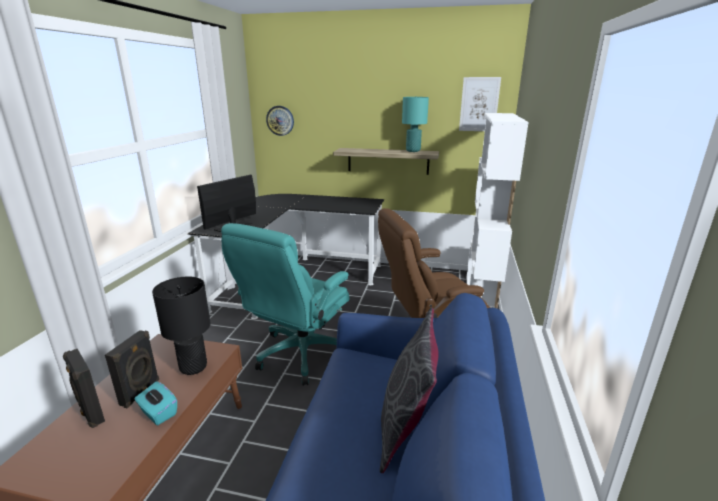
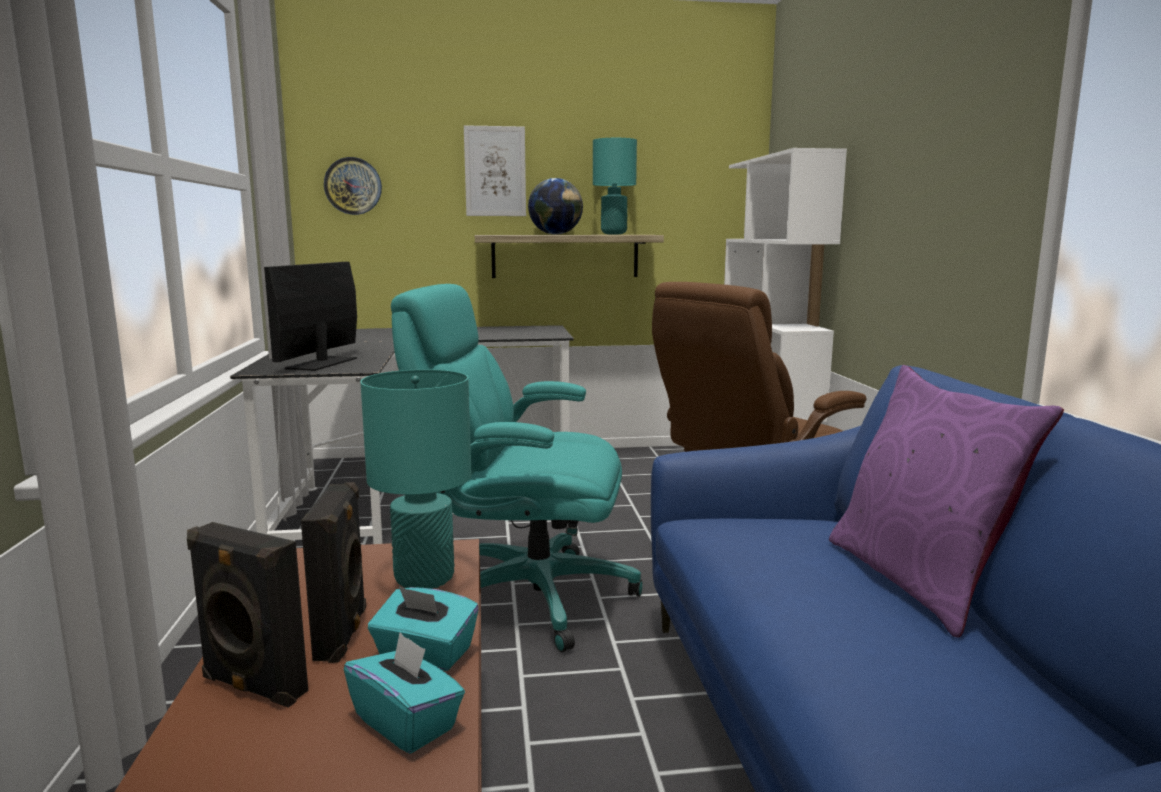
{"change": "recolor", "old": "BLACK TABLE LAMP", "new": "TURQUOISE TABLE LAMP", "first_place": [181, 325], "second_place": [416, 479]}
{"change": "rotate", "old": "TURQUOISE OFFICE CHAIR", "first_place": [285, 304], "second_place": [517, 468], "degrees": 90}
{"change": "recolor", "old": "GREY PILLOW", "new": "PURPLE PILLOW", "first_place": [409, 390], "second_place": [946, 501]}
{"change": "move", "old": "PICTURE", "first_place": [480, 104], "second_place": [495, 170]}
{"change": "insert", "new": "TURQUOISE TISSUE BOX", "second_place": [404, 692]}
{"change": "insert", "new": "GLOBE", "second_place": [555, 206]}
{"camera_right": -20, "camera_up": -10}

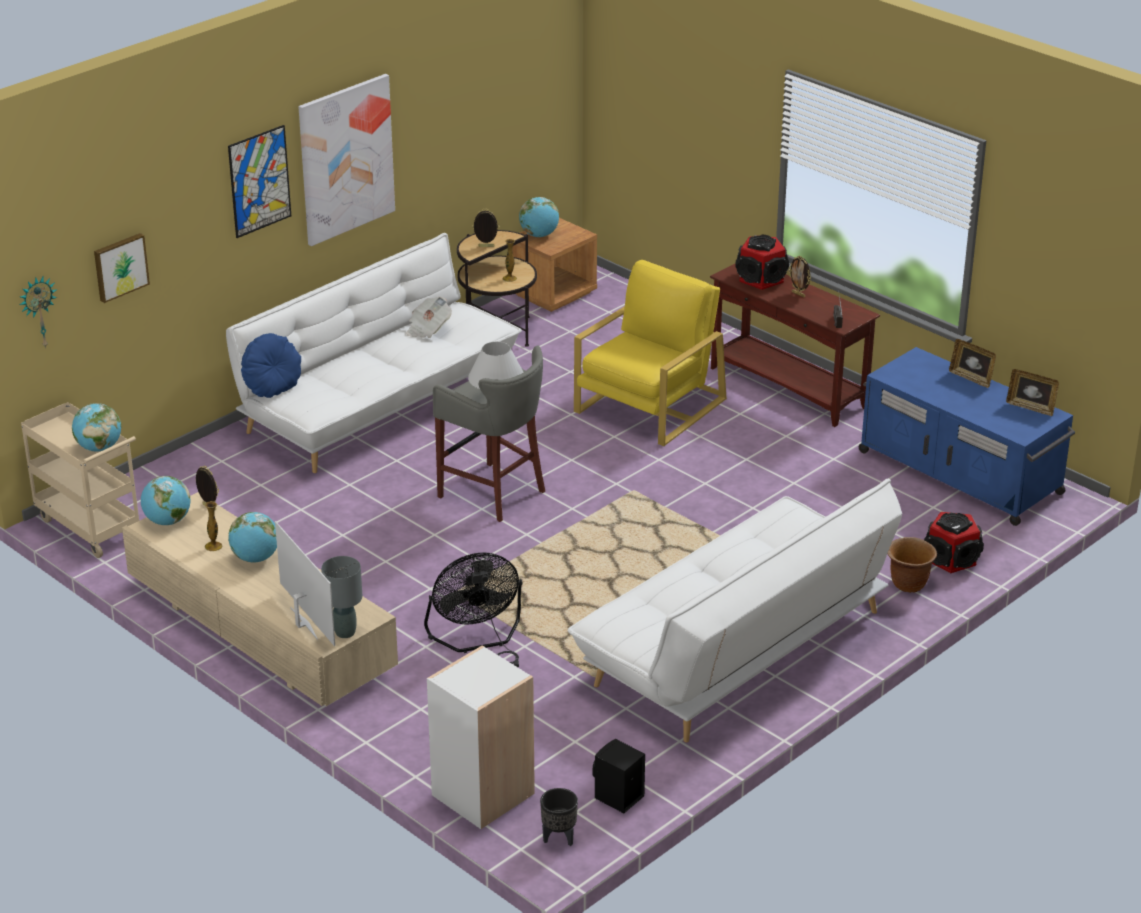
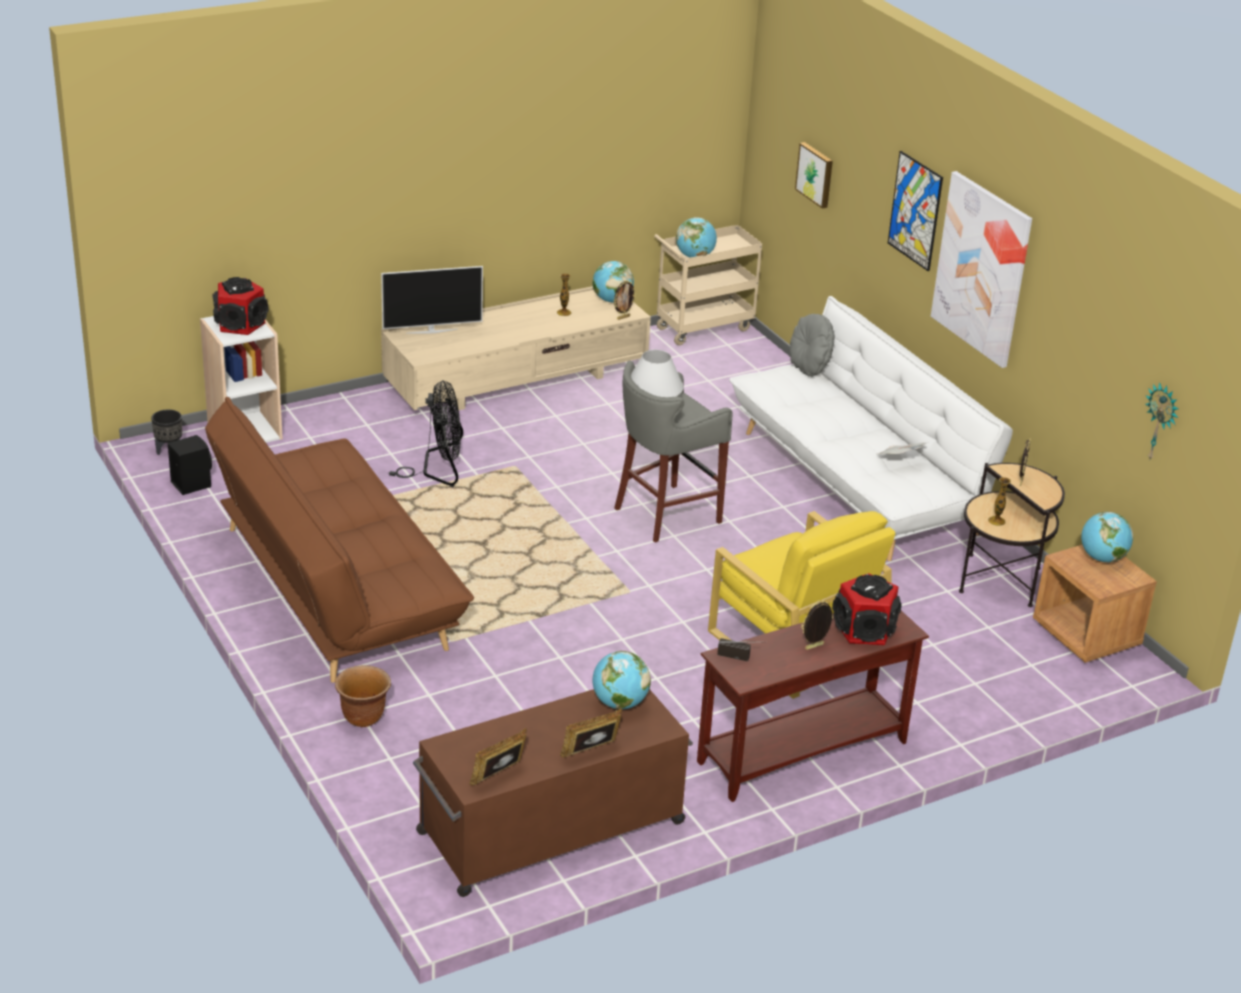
{"change": "move", "old": "WALL CLOCK", "first_place": [38, 312], "second_place": [1162, 421]}
{"change": "move", "old": "GLOBE", "first_place": [252, 537], "second_place": [622, 680]}
{"change": "recolor", "old": "BLUE PILLOW", "new": "GREY PILLOW", "first_place": [271, 365], "second_place": [812, 345]}
{"change": "delete", "old": "GREY TABLE LAMP", "first_place": [341, 597]}
{"change": "recolor", "old": "WHITE SOFA", "new": "BROWN SOFA", "first_place": [735, 610], "second_place": [339, 540]}
{"change": "recolor", "old": "BLUE CABINET", "new": "BROWN CABINET", "first_place": [967, 436], "second_place": [553, 793]}
{"change": "move", "old": "SPEAKER", "first_place": [954, 542], "second_place": [241, 306]}
{"camera_right": 105, "camera_up": 0}

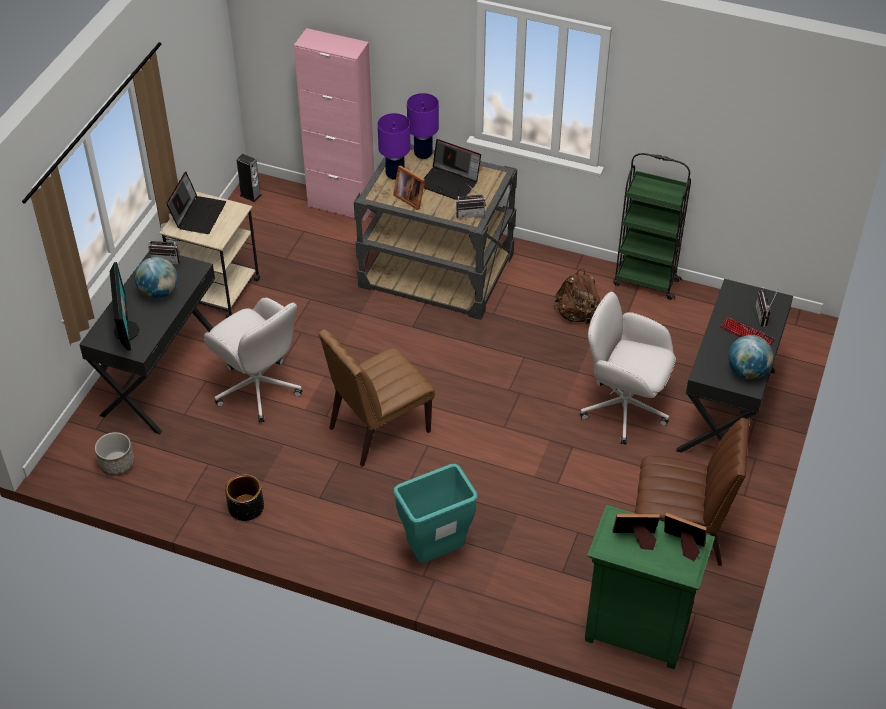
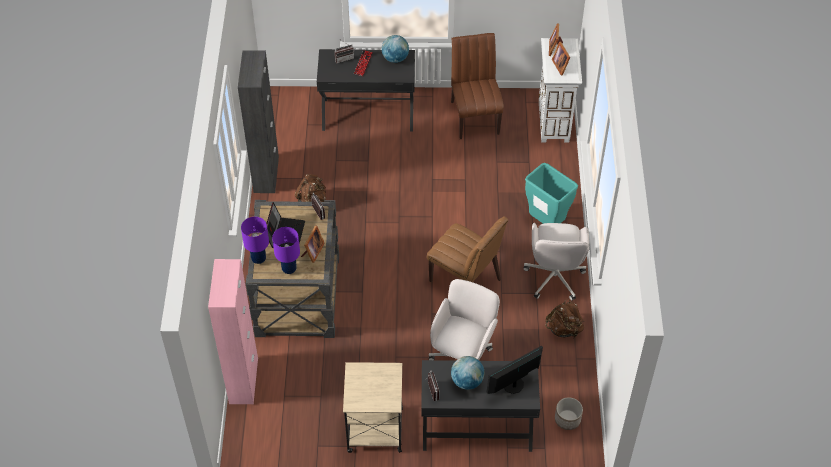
{"change": "delete", "old": "LAPTOP", "first_place": [196, 203]}
{"change": "replace", "old": "BLACK PLANTER", "new": "BROWN BACKPACK", "first_place": [244, 497], "second_place": [564, 318]}
{"change": "delete", "old": "SPEAKER", "first_place": [249, 178]}
{"change": "move", "old": "WHITE OFFICE CHAIR", "first_place": [628, 368], "second_place": [556, 261]}
{"change": "recolor", "old": "GREEN CABINET", "new": "WHITE CABINET", "first_place": [650, 587], "second_place": [560, 90]}
{"change": "replace", "old": "GREEN CART", "new": "BLACK CABINET", "first_place": [652, 226], "second_place": [258, 121]}
{"camera_right": -110, "camera_up": 5}

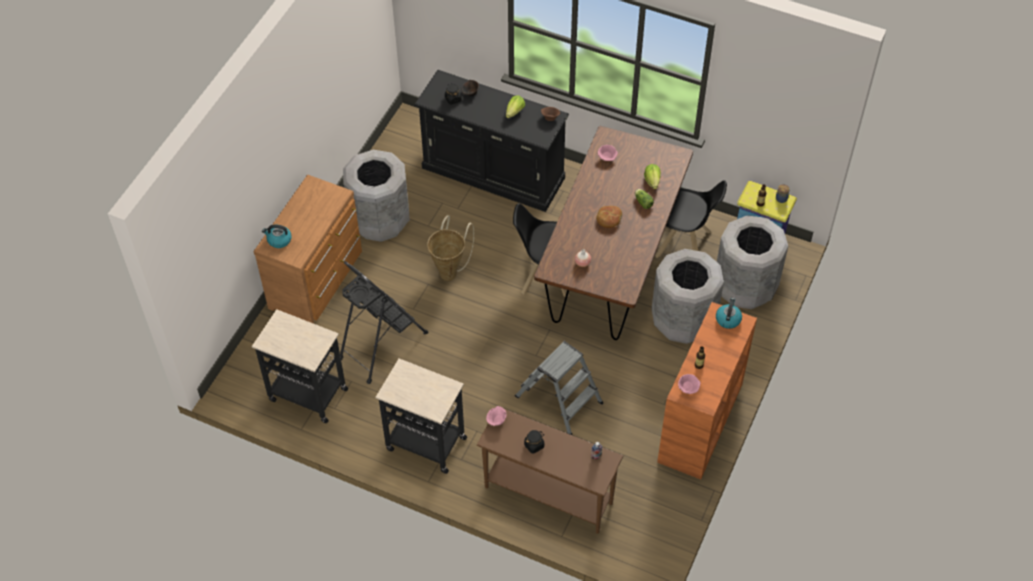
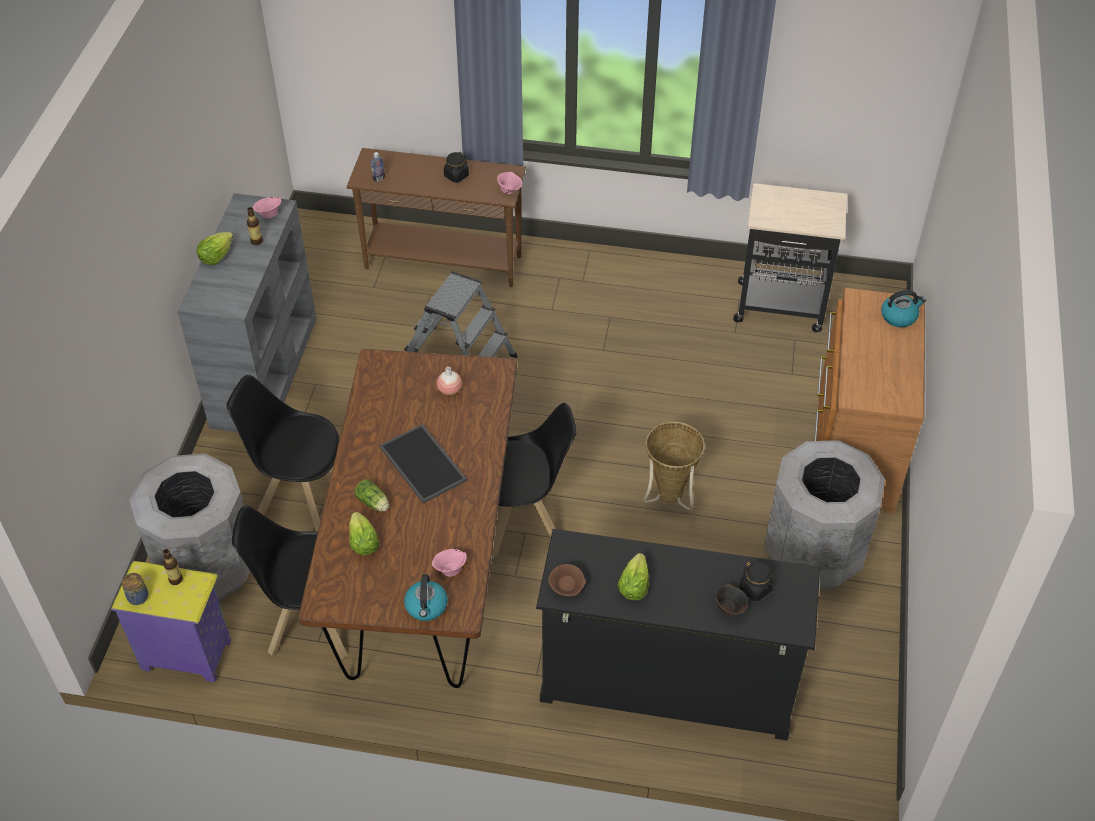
{"change": "delete", "old": "STEP LADDER", "first_place": [384, 322]}
{"change": "delete", "old": "CART", "first_place": [421, 416]}
{"change": "replace", "old": "BREAD", "new": "TRAY", "first_place": [609, 217], "second_place": [423, 463]}
{"change": "replace", "old": "GREY TRASH CAN", "new": "BLACK CHAIR", "first_place": [688, 296], "second_place": [283, 453]}
{"change": "recolor", "old": "ORANGE BOOKCASE", "new": "GREY BOOKCASE", "first_place": [707, 390], "second_place": [246, 313]}
{"change": "move", "old": "KETTLE", "first_place": [729, 313], "second_place": [426, 597]}
{"change": "insert", "new": "LETTUCE", "second_place": [214, 248]}
{"camera_right": 165, "camera_up": -5}

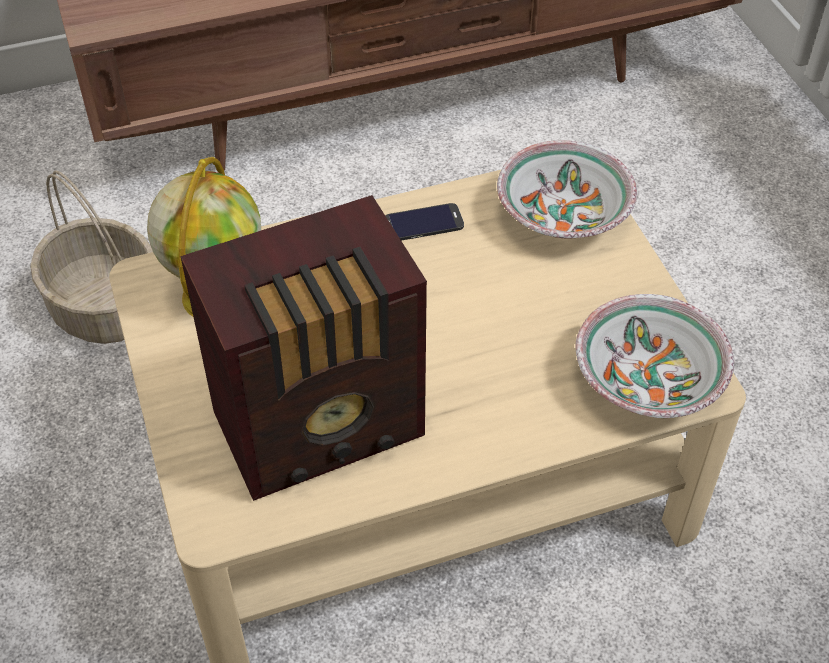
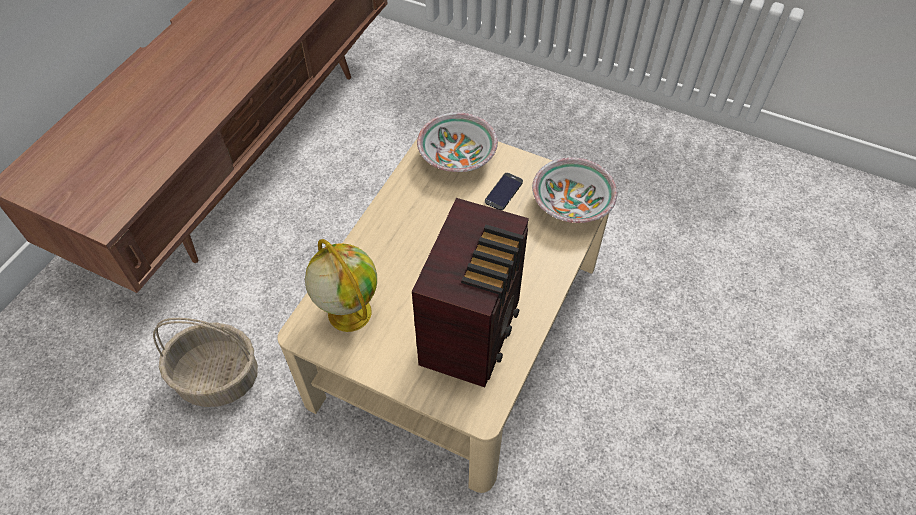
{"change": "move", "old": "PHONE", "first_place": [424, 222], "second_place": [504, 191]}
{"camera_right": -45, "camera_up": 5}

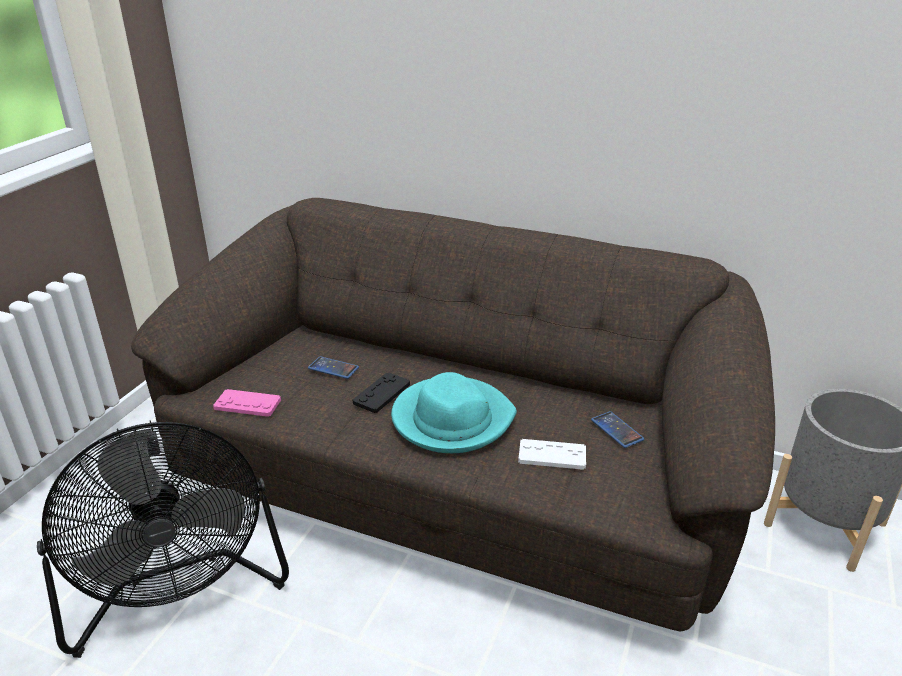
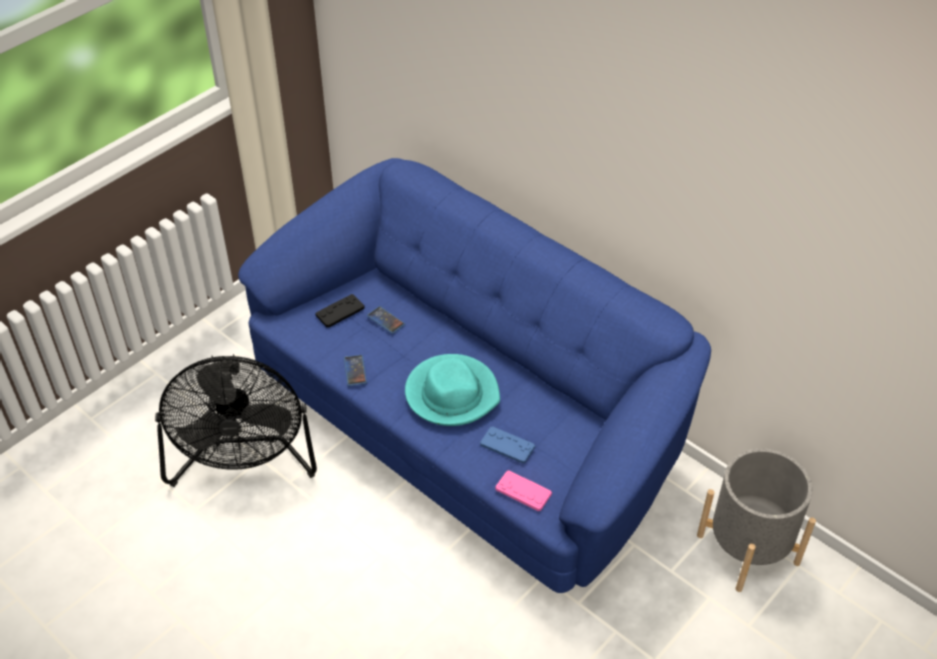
{"change": "recolor", "old": "BROWN SOFA", "new": "BLUE SOFA", "first_place": [453, 414], "second_place": [474, 375]}
{"change": "move", "old": "PINK GAME CONTROLLER", "first_place": [247, 403], "second_place": [523, 490]}
{"change": "move", "old": "BLACK GAME CONTROLLER", "first_place": [381, 392], "second_place": [340, 311]}
{"change": "recolor", "old": "WHITE GAME CONTROLLER", "new": "BLUE GAME CONTROLLER", "first_place": [552, 454], "second_place": [507, 445]}
{"change": "move", "old": "PHONE", "first_place": [617, 429], "second_place": [355, 370]}
{"camera_right": 20, "camera_up": 15}

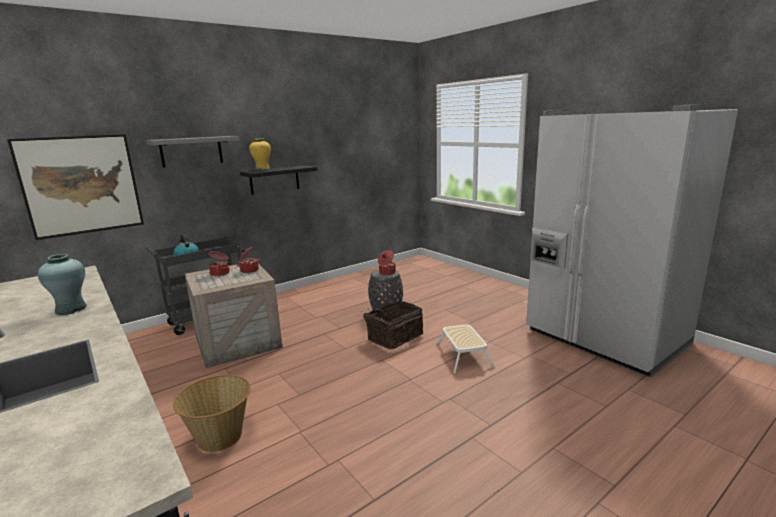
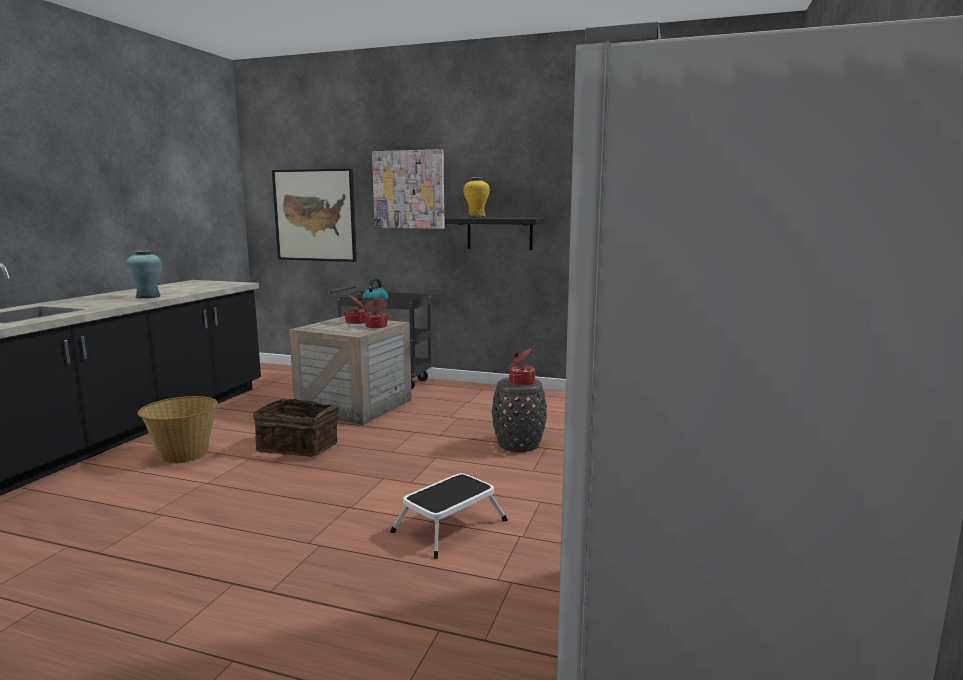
{"change": "replace", "old": "GREY SHELF", "new": "PICTURE", "first_place": [192, 152], "second_place": [408, 189]}
{"change": "move", "old": "BASKET", "first_place": [391, 325], "second_place": [296, 428]}
{"change": "recolor", "old": "BEIGE STEP LADDER", "new": "BLACK STEP LADDER", "first_place": [465, 349], "second_place": [449, 516]}
{"camera_right": 55, "camera_up": -5}

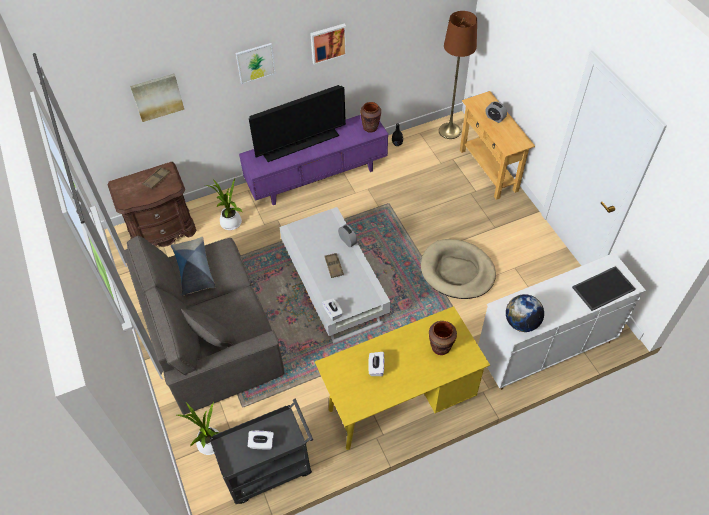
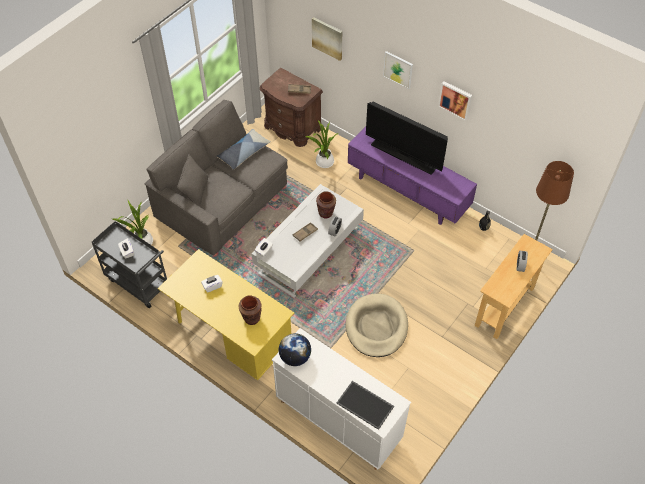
{"change": "move", "old": "BROWN VASE", "first_place": [370, 117], "second_place": [326, 204]}
{"camera_right": 60, "camera_up": 0}

